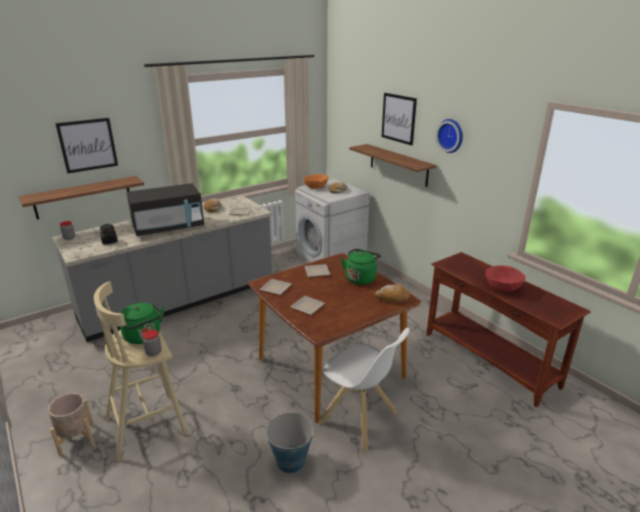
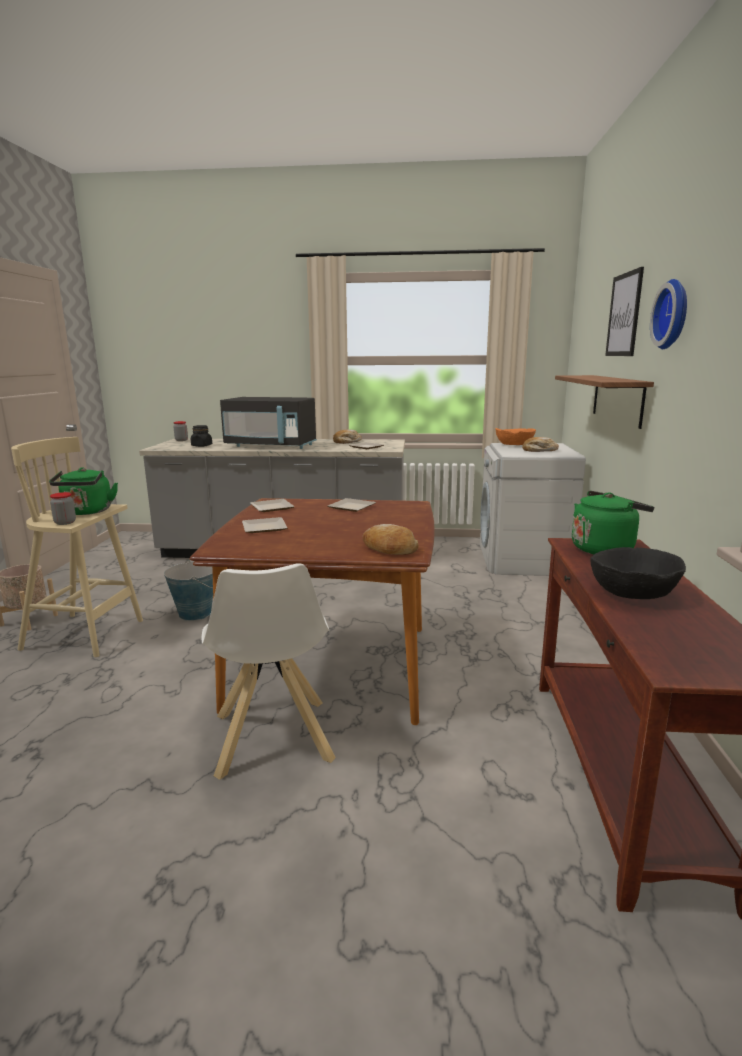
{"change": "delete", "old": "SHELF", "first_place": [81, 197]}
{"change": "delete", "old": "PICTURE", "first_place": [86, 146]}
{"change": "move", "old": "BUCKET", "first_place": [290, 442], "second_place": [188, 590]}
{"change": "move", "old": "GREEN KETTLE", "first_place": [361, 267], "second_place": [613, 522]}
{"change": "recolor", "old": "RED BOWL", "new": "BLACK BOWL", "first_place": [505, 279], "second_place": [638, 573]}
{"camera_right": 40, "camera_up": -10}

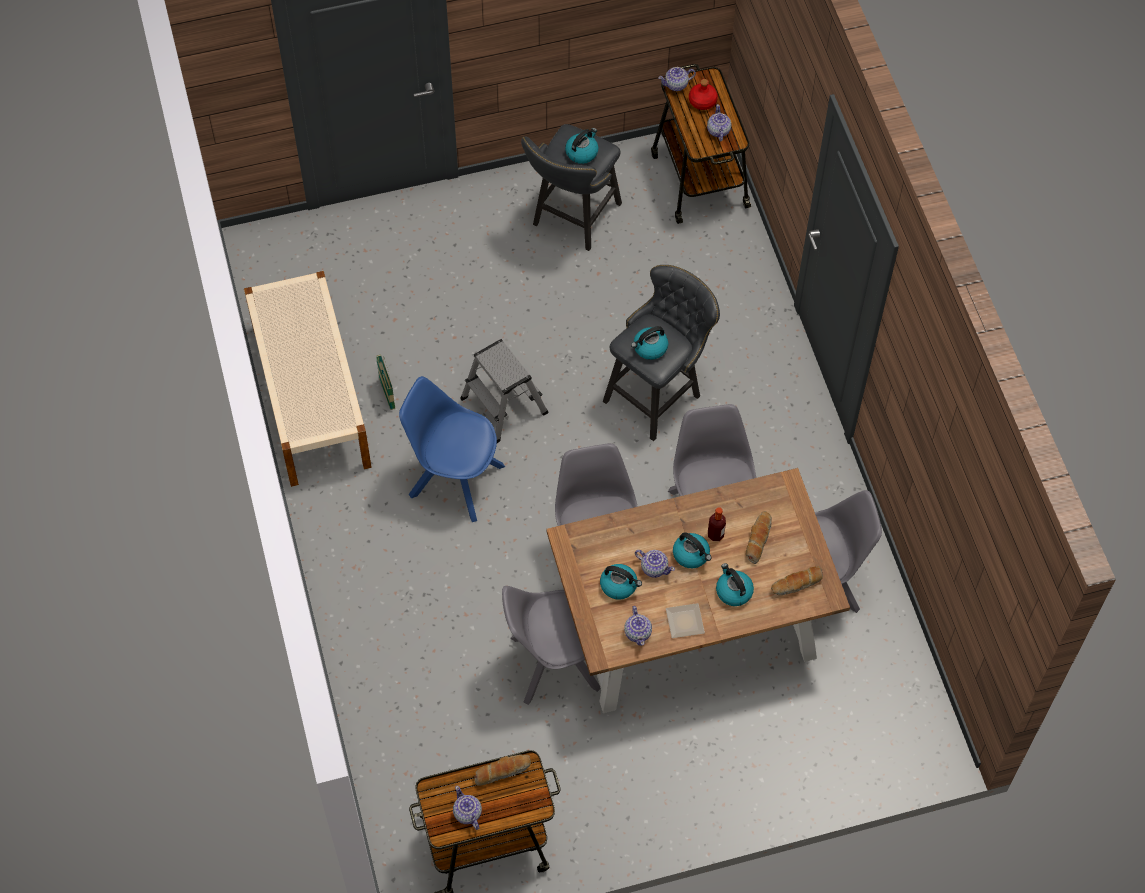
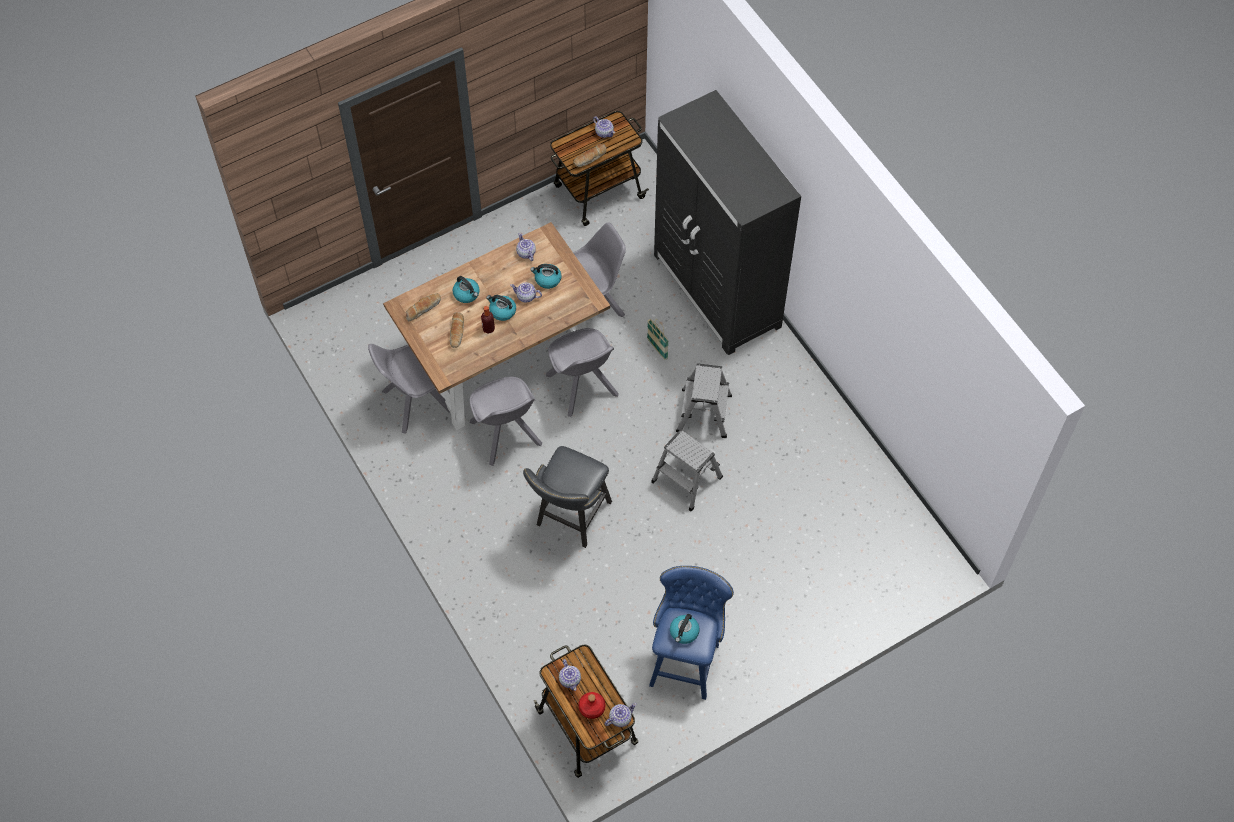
{"change": "delete", "old": "BEIGE BENCH", "first_place": [308, 379]}
{"change": "move", "old": "BASKET", "first_place": [385, 382], "second_place": [658, 339]}
{"change": "replace", "old": "BLUE CHAIR", "new": "GREY STEP LADDER", "first_place": [452, 449], "second_place": [704, 400]}
{"change": "recolor", "old": "GREY STOOL", "new": "BLUE STOOL", "first_place": [571, 187], "second_place": [691, 633]}
{"change": "delete", "old": "KETTLE", "first_place": [649, 343]}
{"change": "delete", "old": "PLATE", "first_place": [685, 620]}
{"change": "insert", "new": "BLACK CABINET", "second_place": [727, 222]}
{"camera_right": 165, "camera_up": 0}

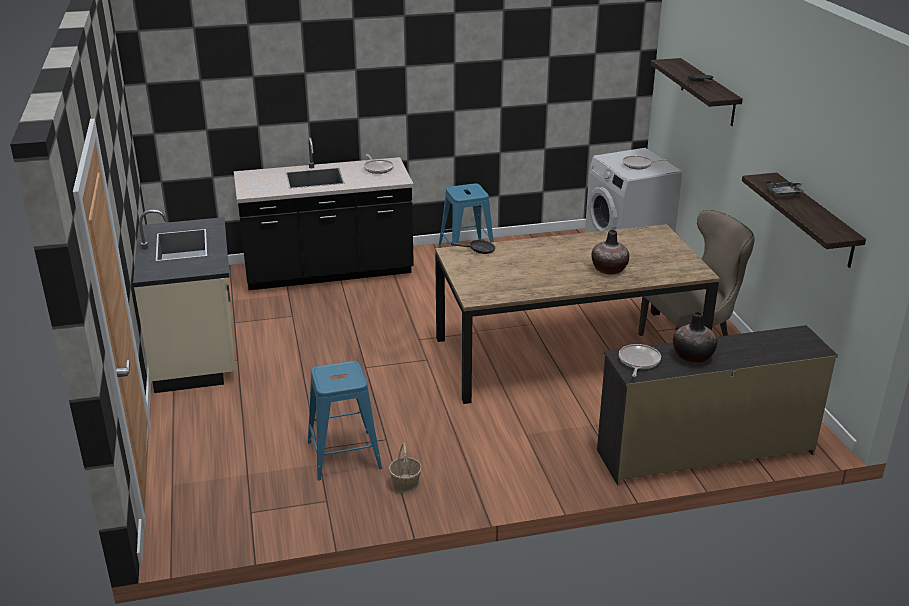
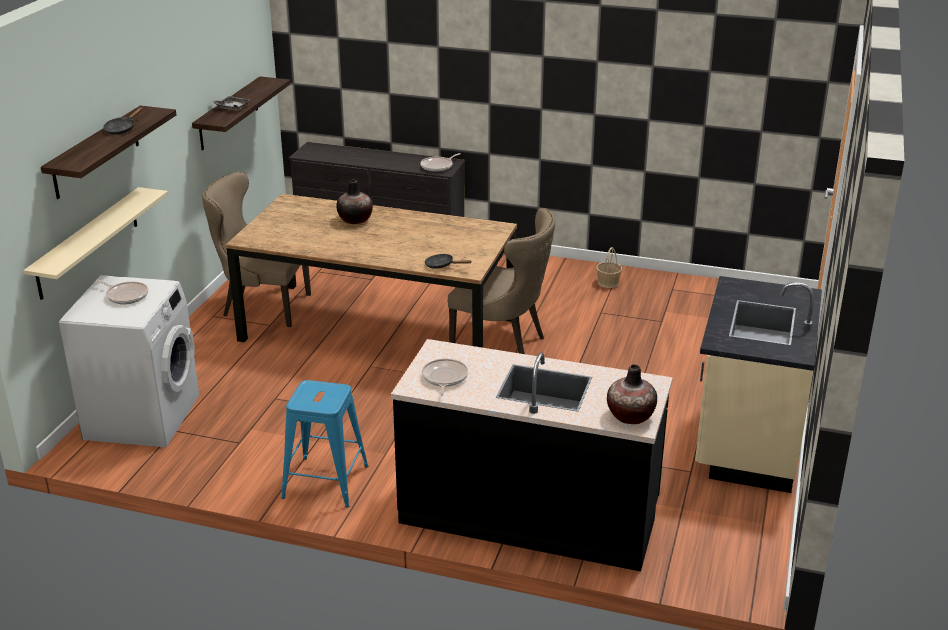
{"change": "delete", "old": "BLUE STOOL", "first_place": [345, 420]}
{"change": "move", "old": "VASE", "first_place": [695, 337], "second_place": [632, 394]}
{"change": "insert", "new": "BEIGE SHELF", "second_place": [96, 243]}
{"change": "insert", "new": "BEIGE CHAIR", "second_place": [501, 281]}
{"camera_right": -150, "camera_up": 0}

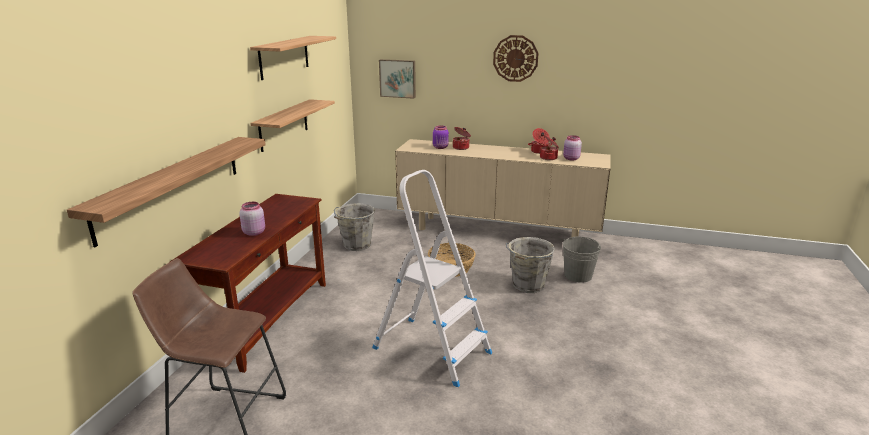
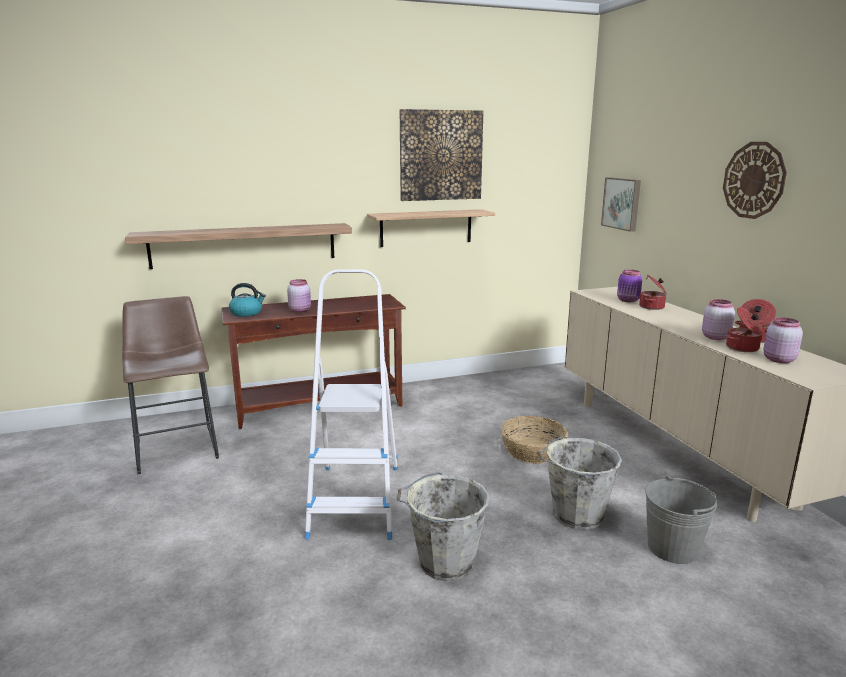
{"change": "replace", "old": "SHELF", "new": "PICTURE", "first_place": [293, 58], "second_place": [442, 155]}
{"change": "move", "old": "GREY BUCKET", "first_place": [354, 227], "second_place": [442, 526]}
{"change": "insert", "new": "KETTLE", "second_place": [247, 300]}
{"change": "insert", "new": "PINK JAR", "second_place": [718, 319]}
{"camera_right": 55, "camera_up": -5}

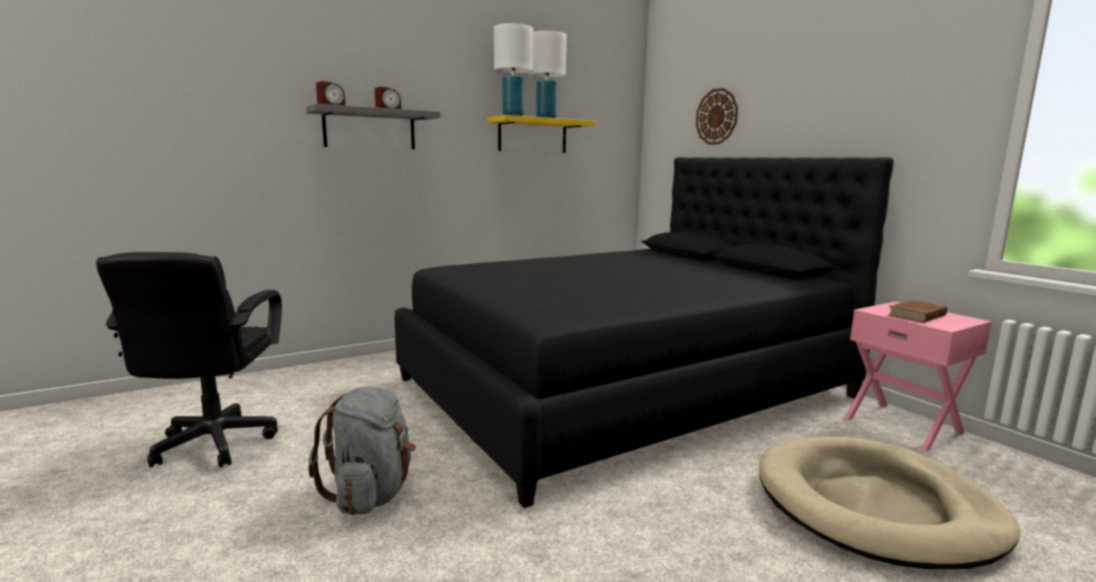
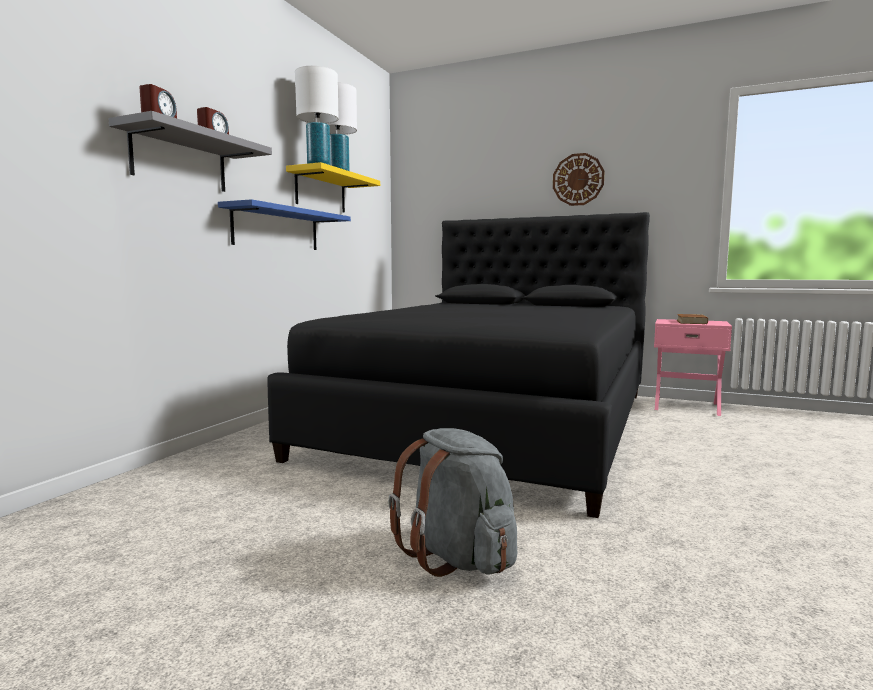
{"change": "delete", "old": "BLACK OFFICE CHAIR", "first_place": [189, 359]}
{"change": "move", "old": "WALL CLOCK", "first_place": [717, 116], "second_place": [578, 179]}
{"change": "delete", "old": "BEIGE DOG BED", "first_place": [889, 503]}
{"change": "insert", "new": "BLUE SHELF", "second_place": [284, 224]}
{"camera_right": -35, "camera_up": -5}

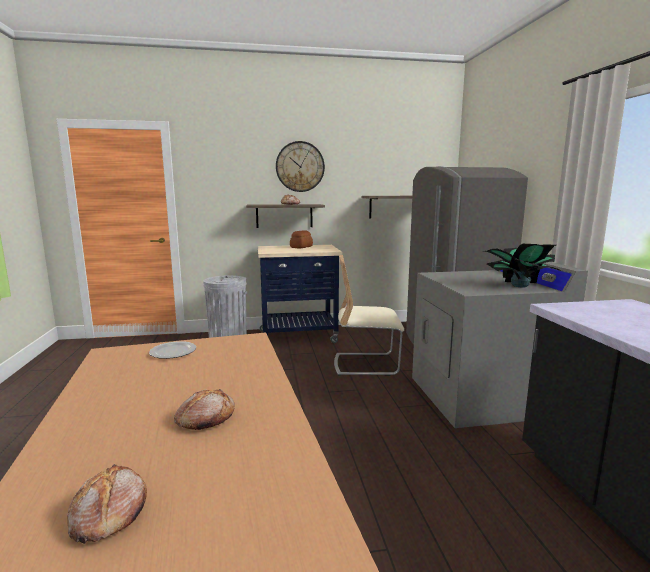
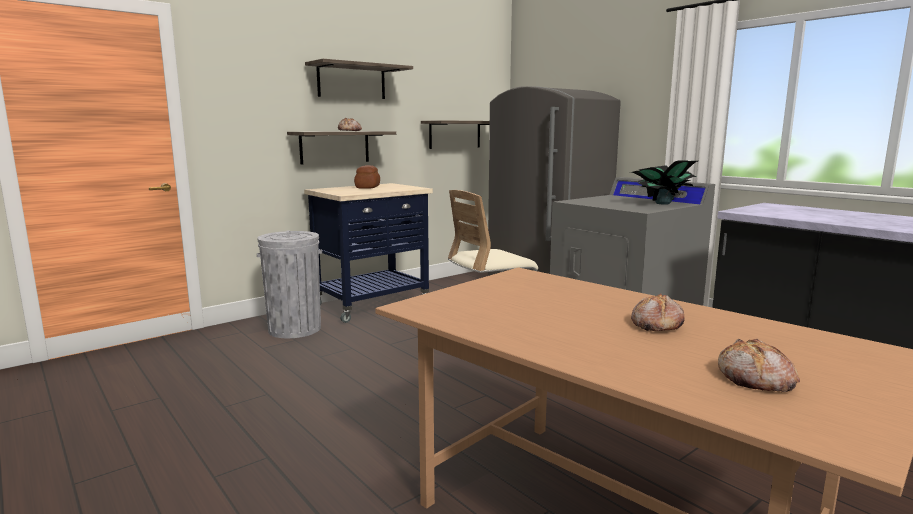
{"change": "delete", "old": "PLATE", "first_place": [172, 350]}
{"change": "replace", "old": "WALL CLOCK", "new": "SHELF", "first_place": [300, 166], "second_place": [359, 79]}
{"camera_right": -30, "camera_up": 0}

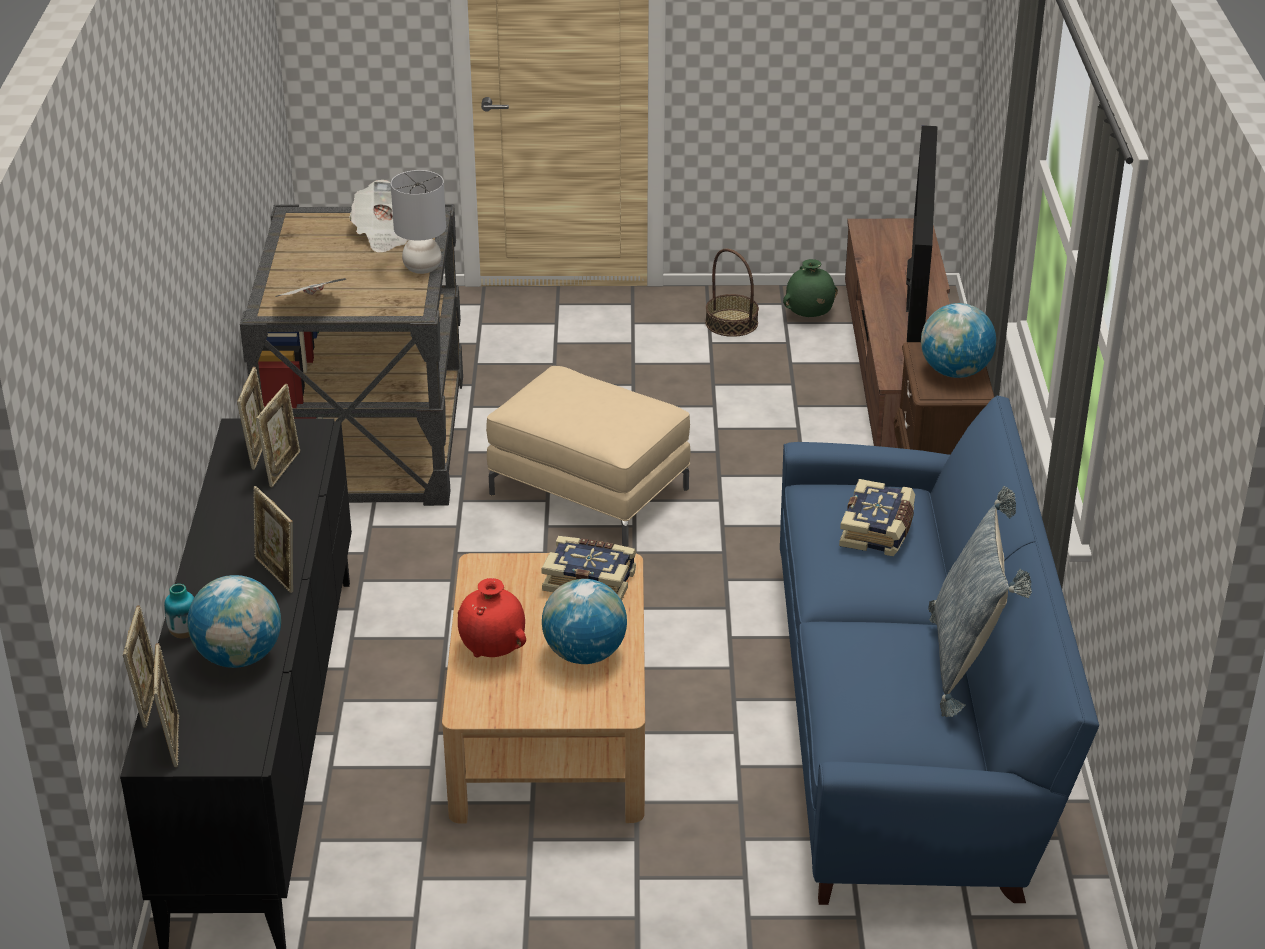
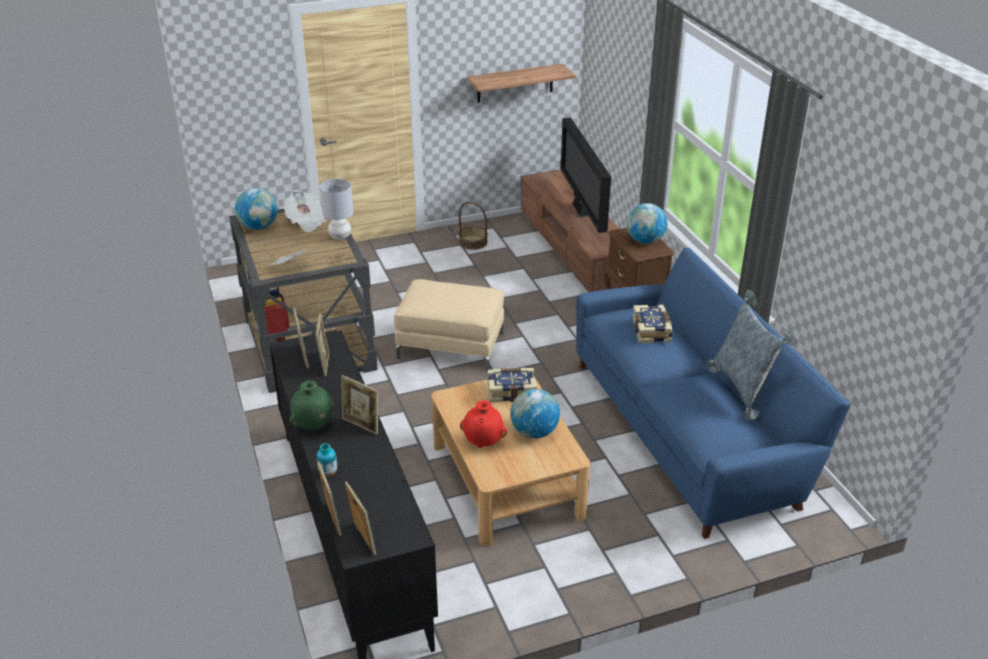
{"change": "move", "old": "GLOBE", "first_place": [234, 621], "second_place": [256, 209]}
{"change": "move", "old": "GREEN VASE", "first_place": [810, 288], "second_place": [312, 405]}
{"change": "insert", "new": "SHELF", "second_place": [521, 83]}
{"camera_right": -20, "camera_up": 0}

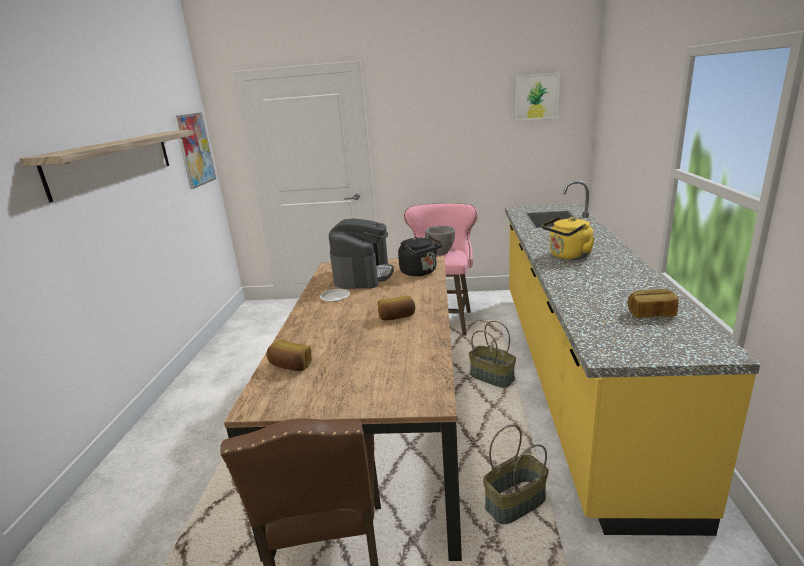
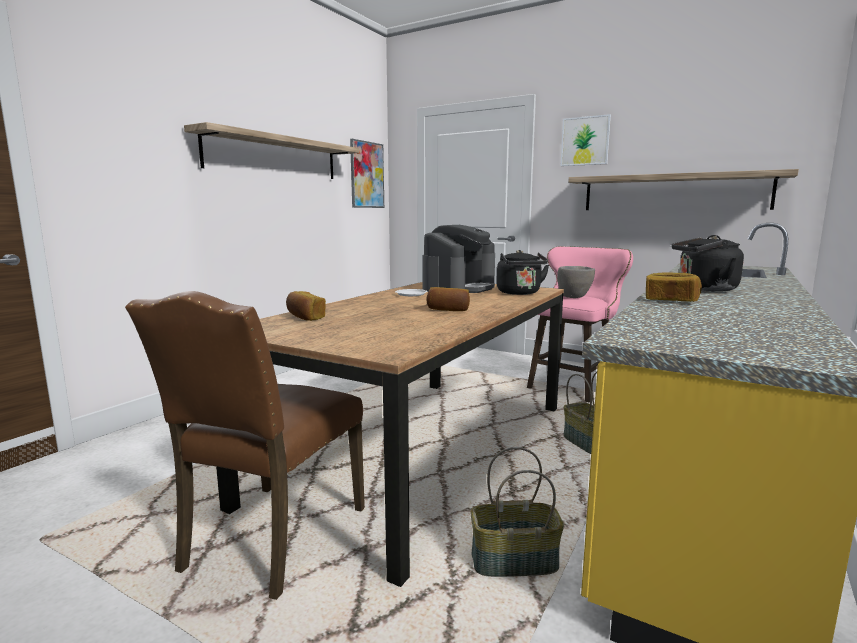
{"change": "move", "old": "PICTURE", "first_place": [537, 97], "second_place": [586, 140]}
{"change": "recolor", "old": "YELLOW KETTLE", "new": "BLACK KETTLE", "first_place": [568, 238], "second_place": [708, 263]}
{"change": "move", "old": "BREAD", "first_place": [653, 303], "second_place": [674, 287]}
{"change": "insert", "new": "SHELF", "second_place": [684, 189]}
{"camera_right": 25, "camera_up": -10}

